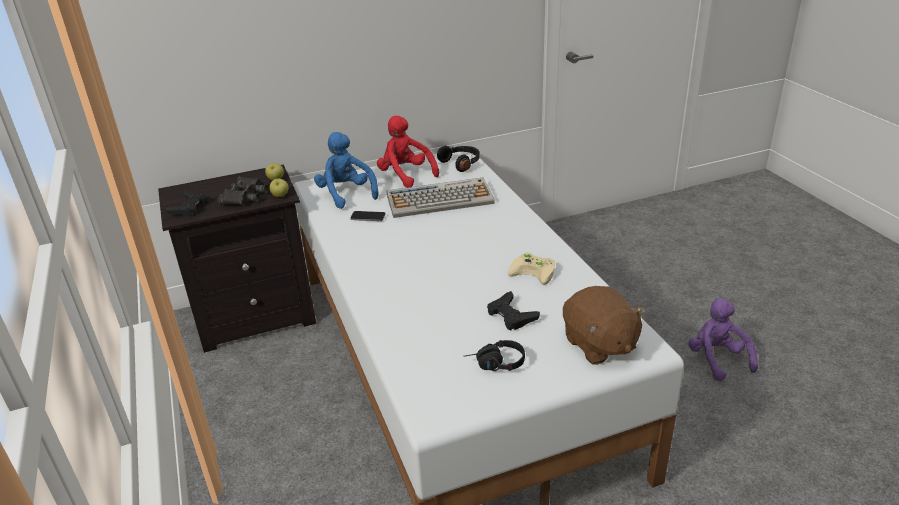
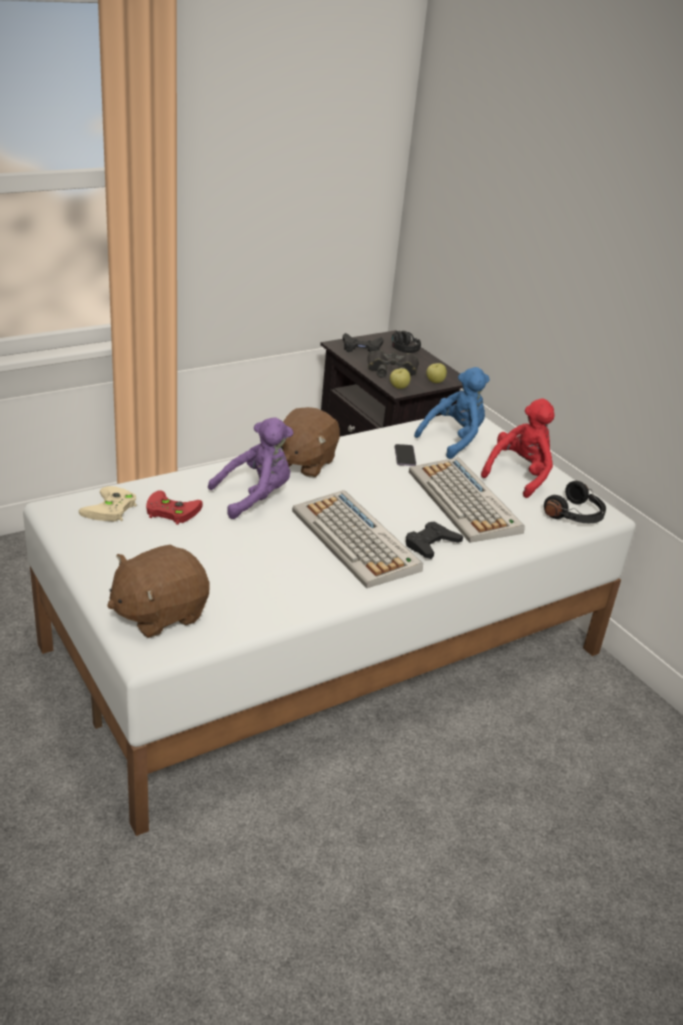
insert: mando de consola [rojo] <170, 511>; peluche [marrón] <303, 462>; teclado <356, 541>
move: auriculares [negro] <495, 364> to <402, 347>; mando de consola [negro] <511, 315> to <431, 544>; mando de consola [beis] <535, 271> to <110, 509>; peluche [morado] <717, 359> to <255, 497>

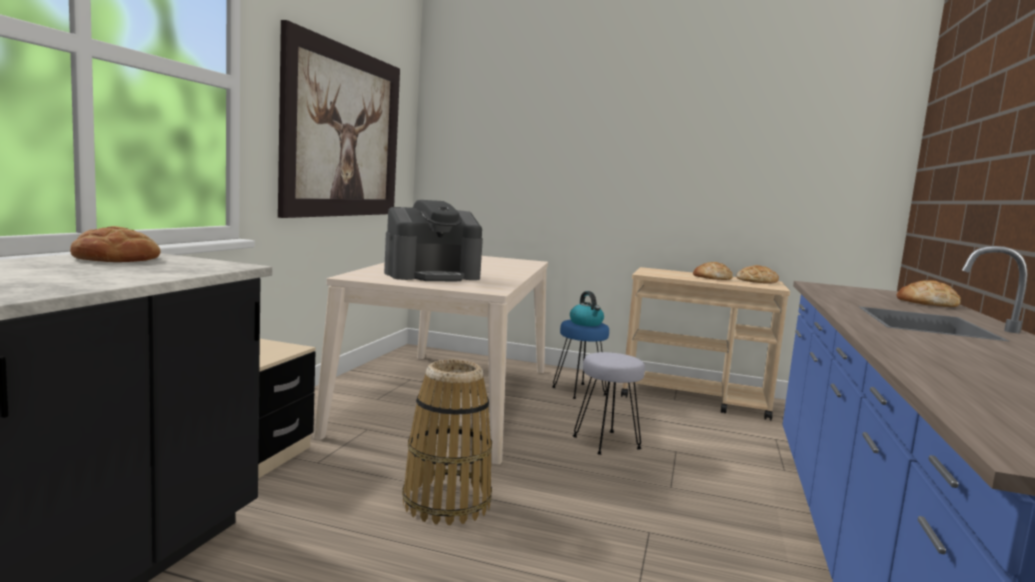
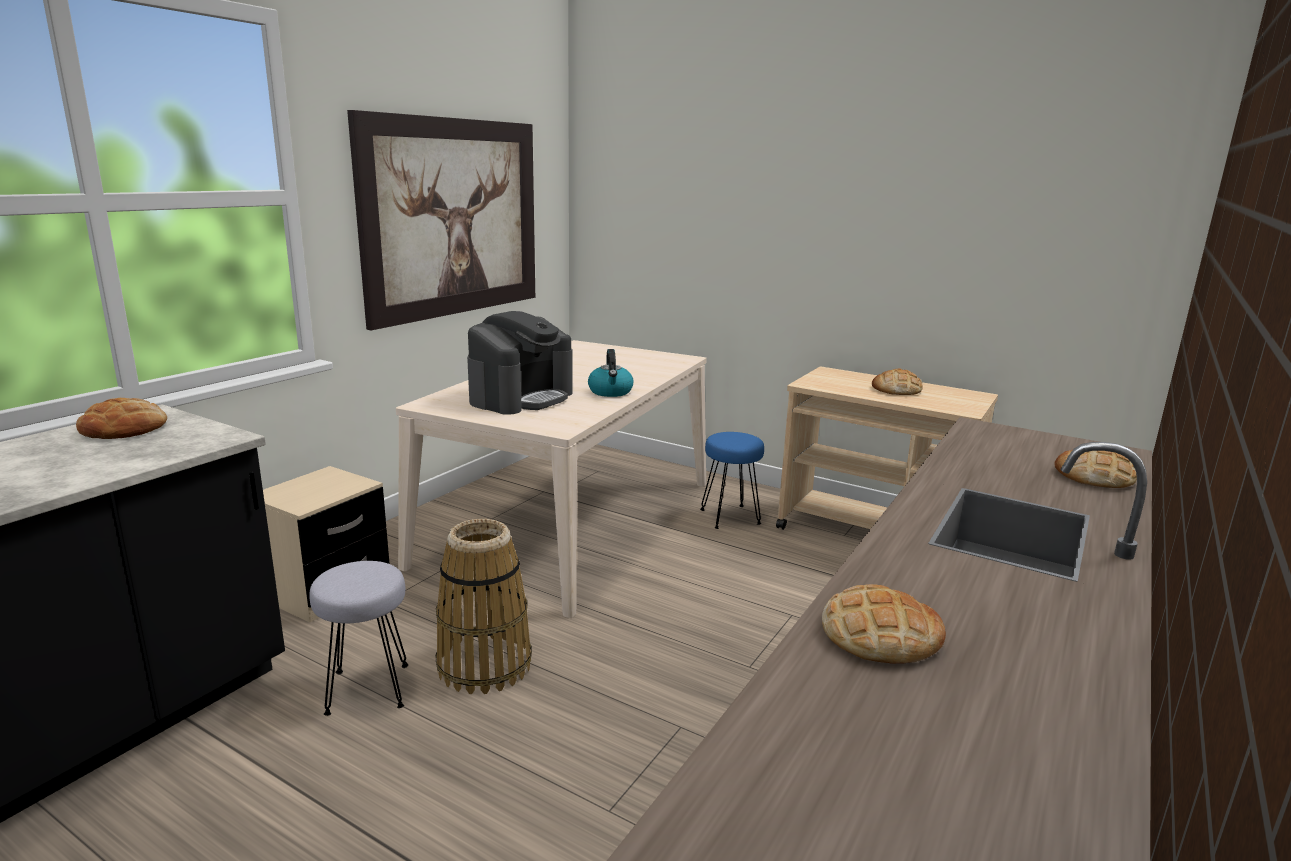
move: hervidor <586, 323> to <611, 392>; taburete [gris] <606, 443> to <368, 690>; pan <756, 281> to <879, 635>
rotate: cafetera <432, 275> = <521, 397> 45 degrees counterclockwise

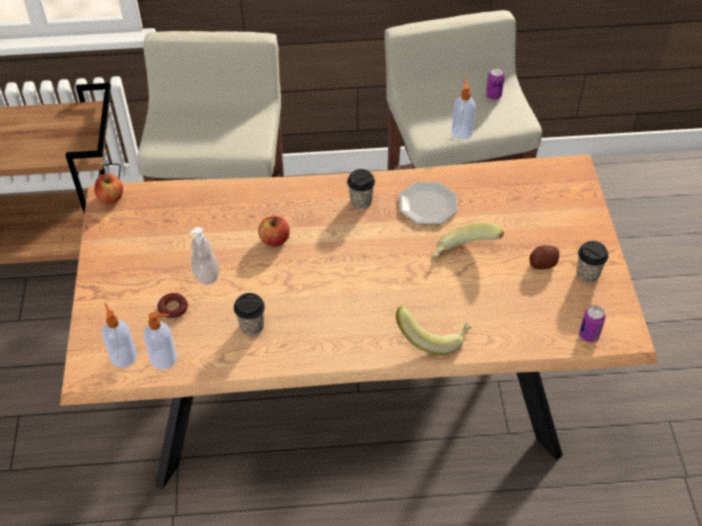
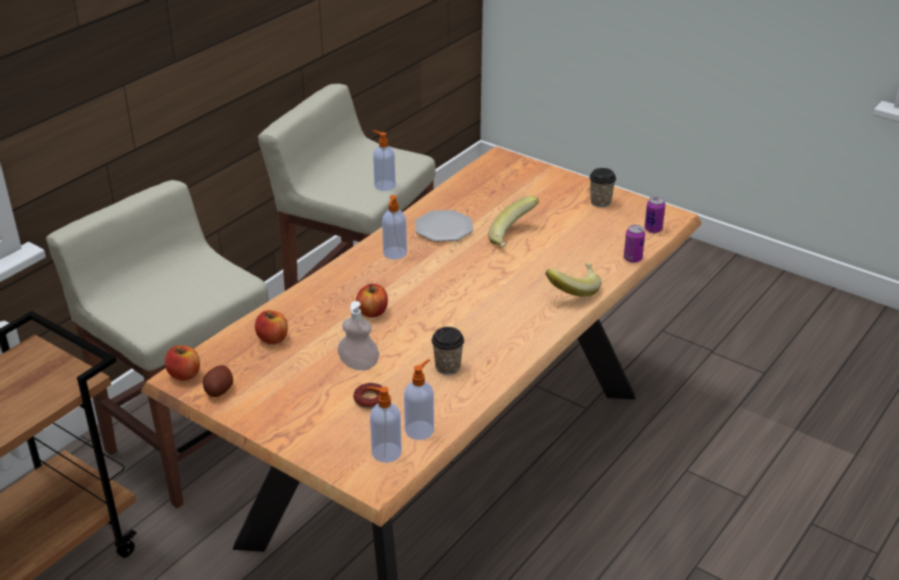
insert: manzana <273, 339>
move: lata <493, 95> to <632, 258>; patata <542, 263> to <218, 390>
replace: taza <361, 201> to dispensador de jabón <394, 254>

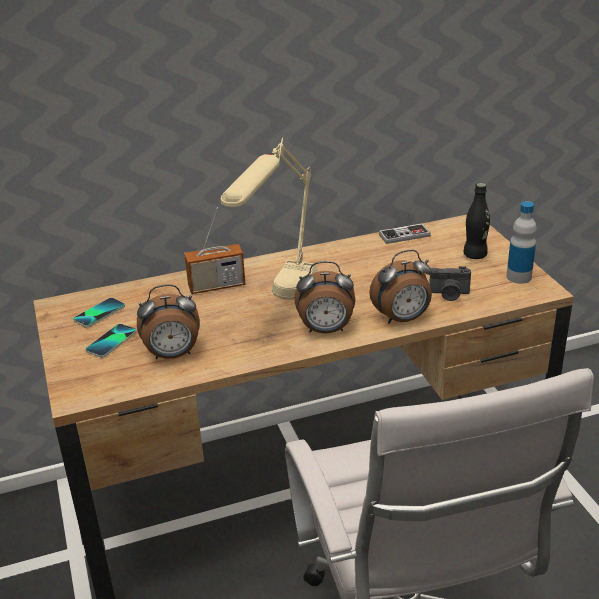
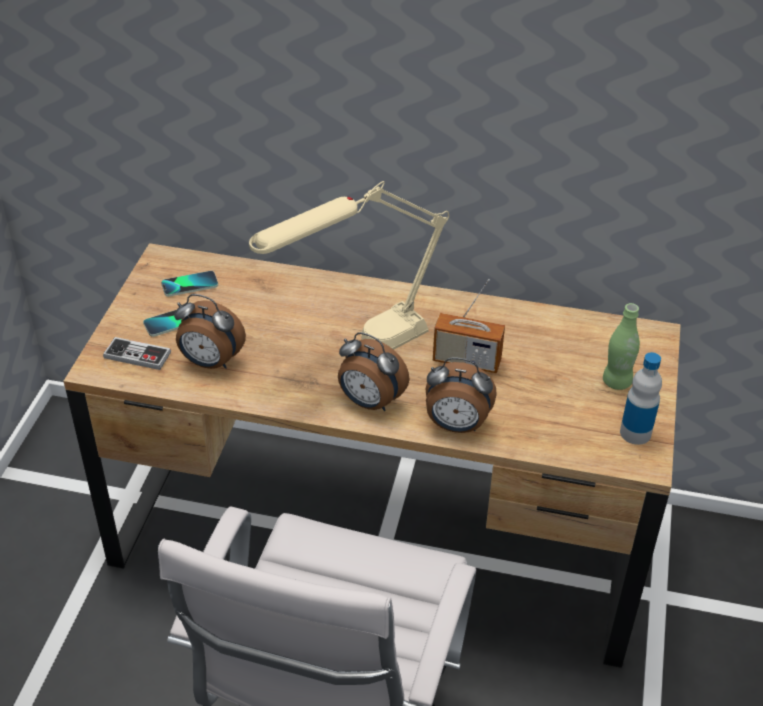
delete: cámara <449, 294>
move: radio <216, 286> to <466, 361>; mando de consola <404, 235> to <137, 355>
recolor: botella [negro] <475, 255> to botella [verde] <616, 382>

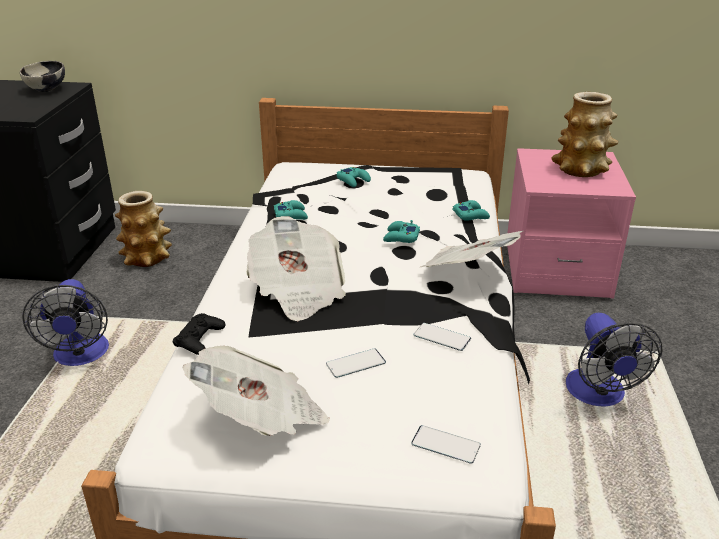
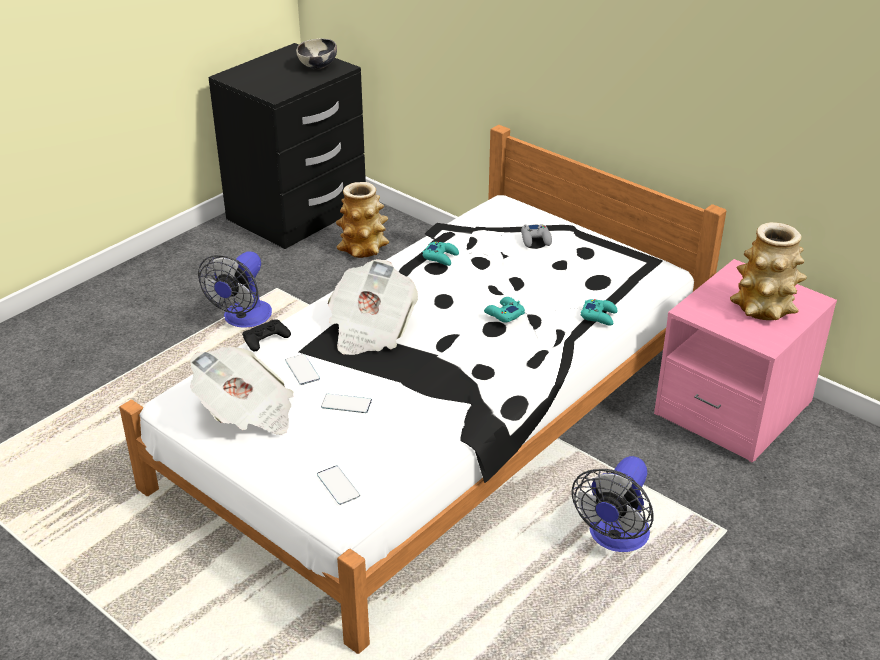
delete: periódico <468, 272>
move: móvil <442, 337> to <302, 370>
recolor: mando de consola [turquesa] <353, 180> to mando de consola [gris] <536, 239>

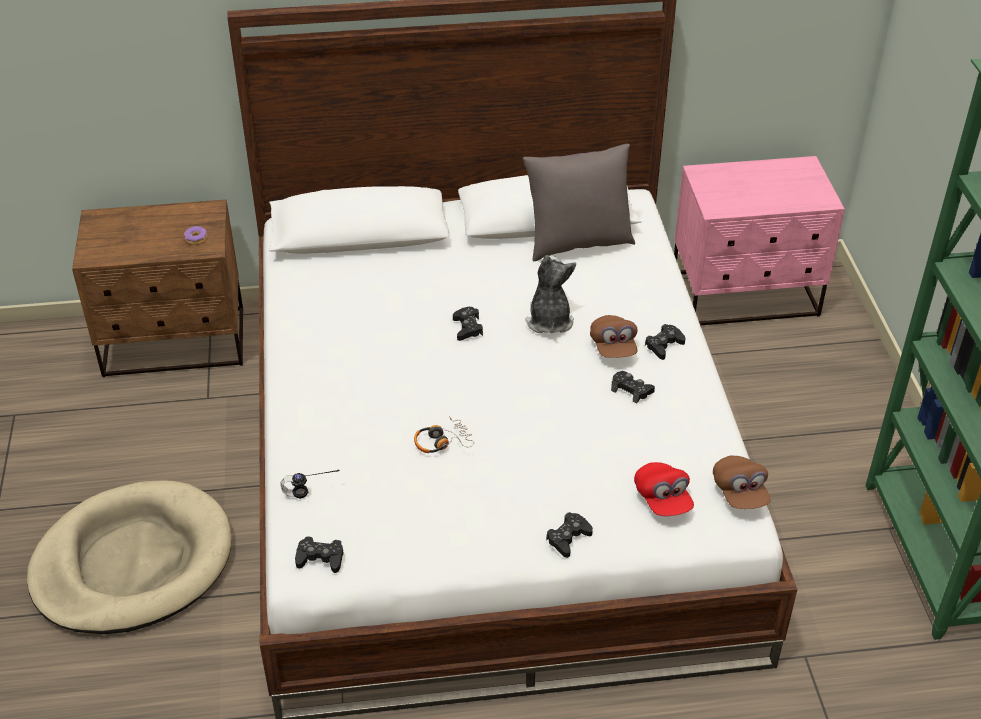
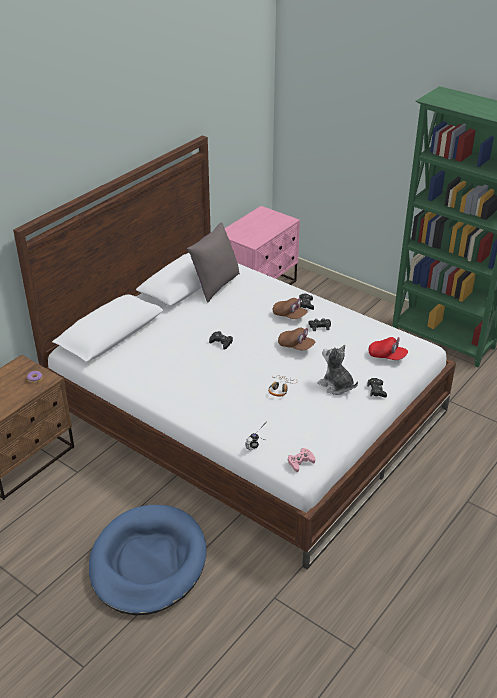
move: peluche <549, 320> to <336, 385>; gorra [marrón] <739, 493> to <296, 346>
recolor: cama para perro [beis] <133, 563> to cama para perro [azul] <148, 563>; mando de consola [negro] <320, 558> to mando de consola [rosa] <300, 462>

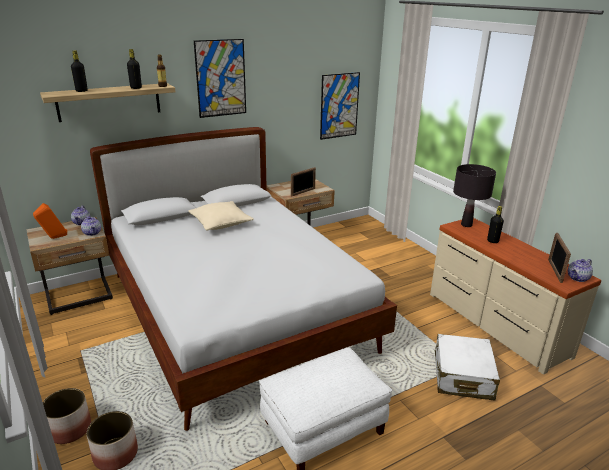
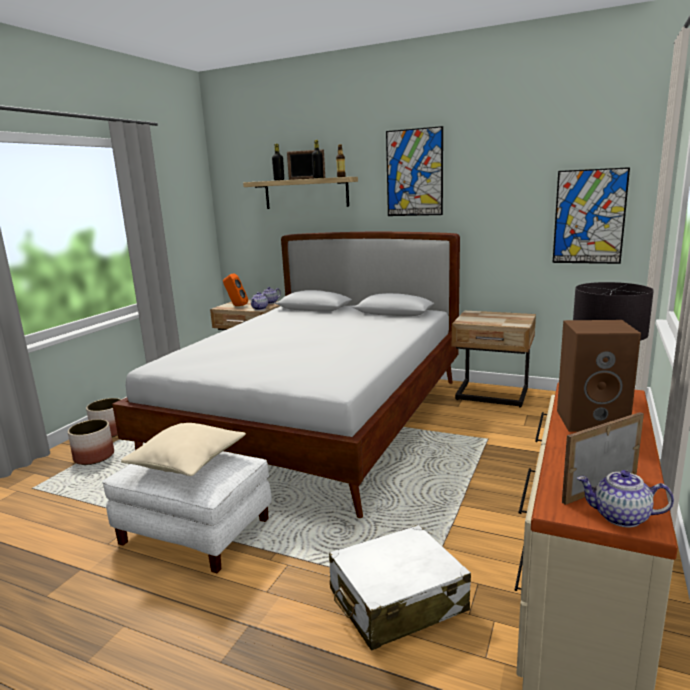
move: cojín [beis] <220, 223> to <187, 461>; portarretratos <303, 192> to <306, 178>
replace: botella [negro] <492, 241> to altavoz [marrón] <592, 420>

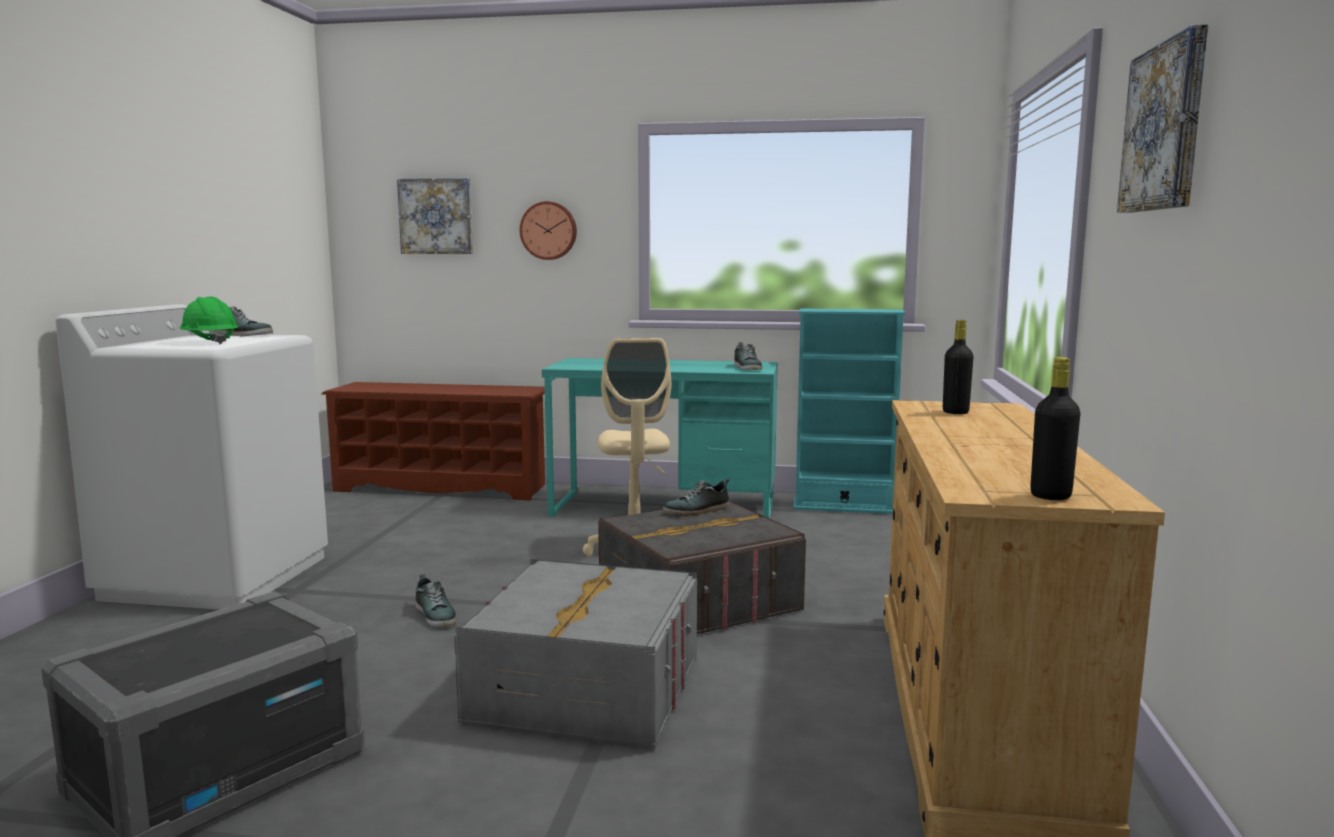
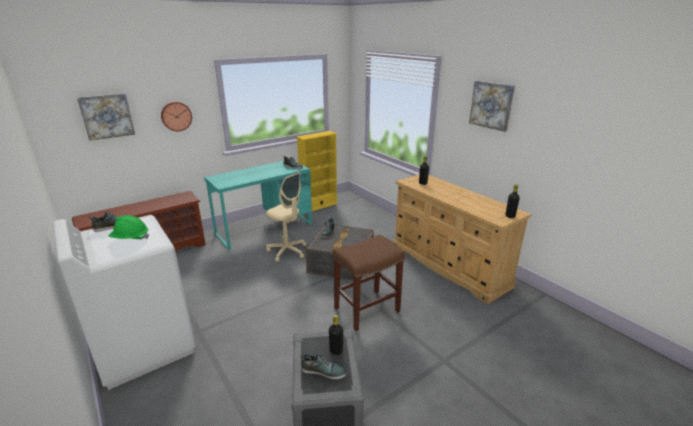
insert: botella [negro] <336, 350>
move: zapato <436, 615> to <323, 371>
replace: caja de almacenaje [gris] <586, 689> to taburete [marrón] <367, 309>
recolor: estantería [turquesa] <843, 507> to estantería [amarillo] <319, 206>

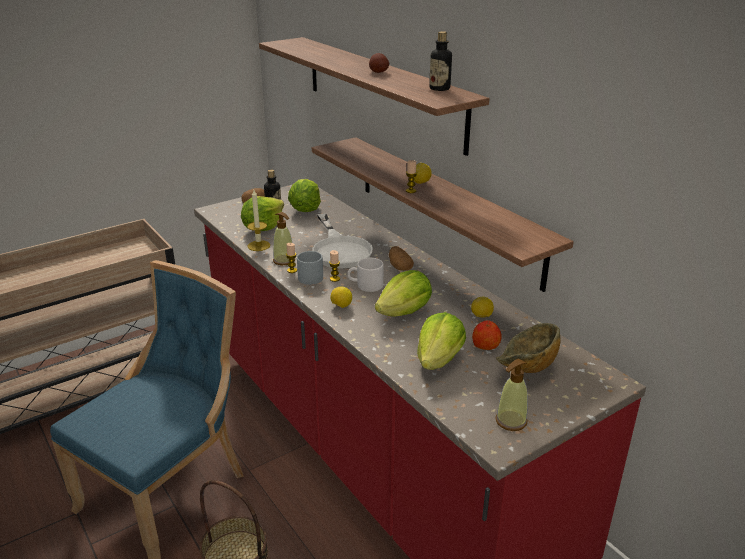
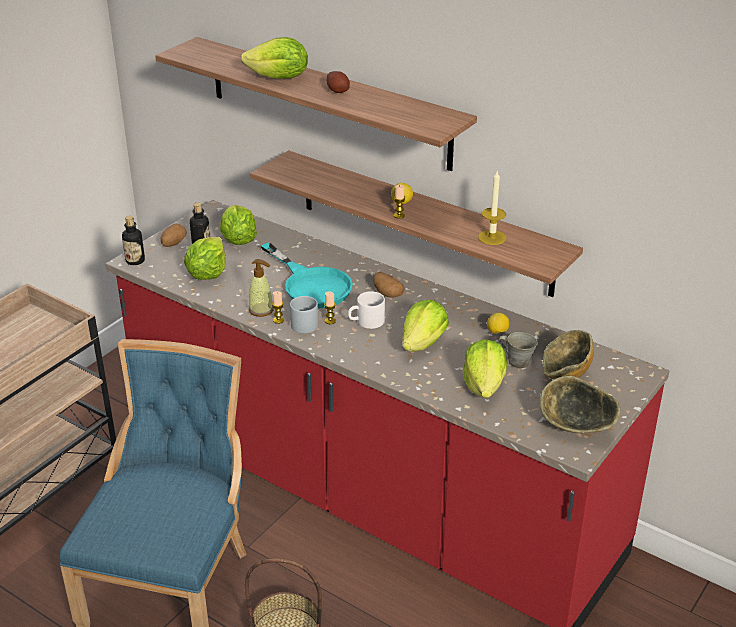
delete: limón <341, 306>
insert: lechuga <279, 78>
move: vela <258, 245> to <492, 237>; botella <439, 88> to <135, 261>
replace: manzana <485, 345> to taza grande [gris] <517, 361>; dispensador de jabón <510, 421> to cuenco <576, 428>
recolor: sartén [blanco] <339, 249> to sartén [turquesa] <311, 284>

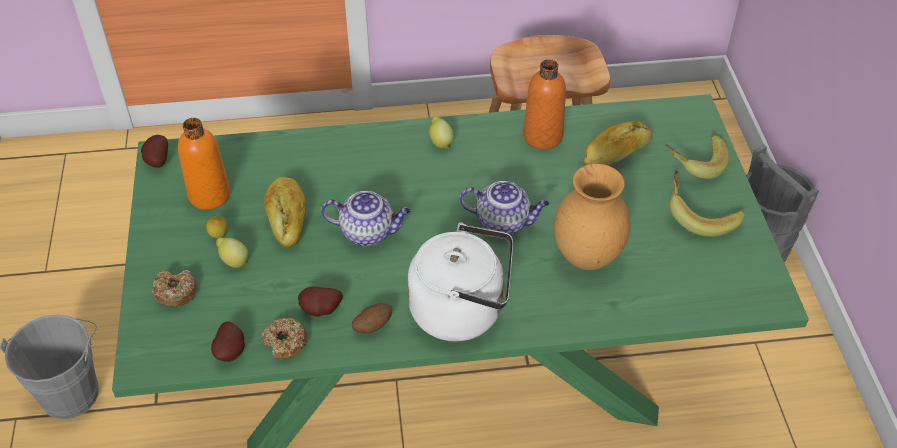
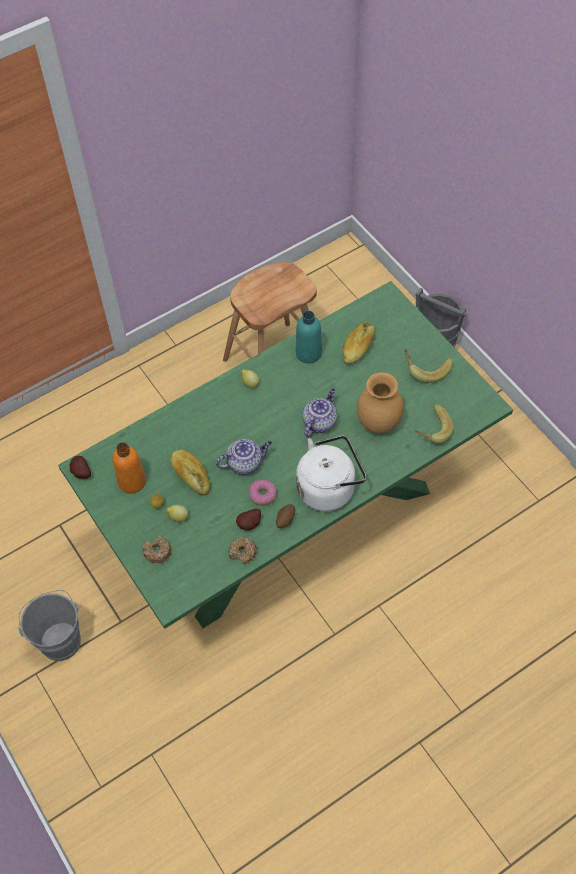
delete: patata <232, 351>
insert: rosquilla <263, 495>
move: plátano <693, 164> to <430, 430>
recolor: botella [naranja] <542, 136> to botella [turquesa] <308, 353>
rotate: tetera <504, 222> = <319, 422> 45 degrees counterclockwise

